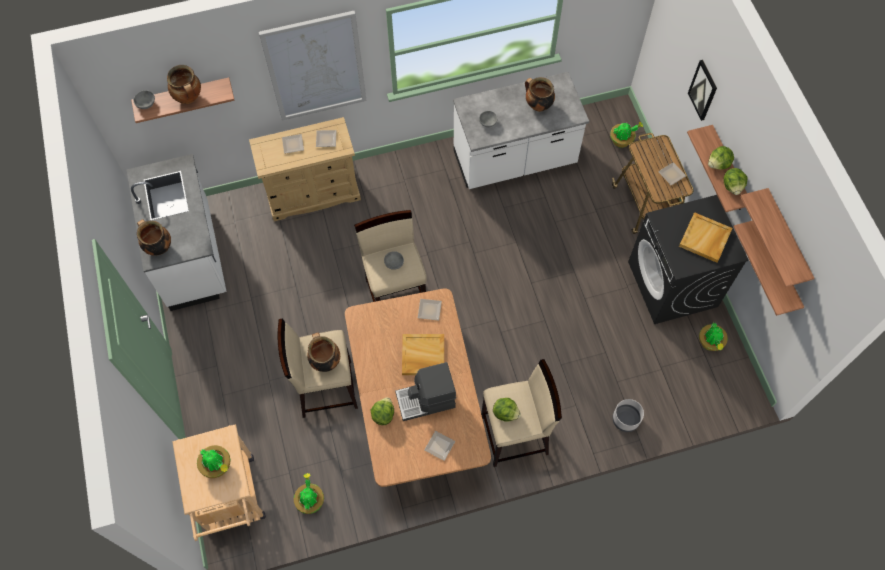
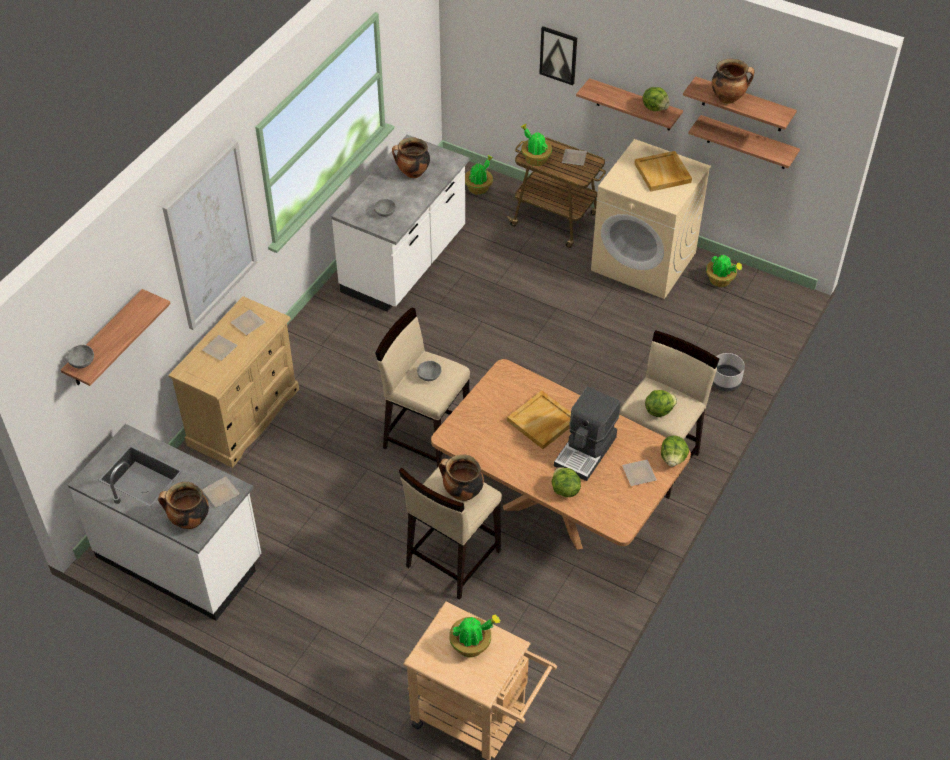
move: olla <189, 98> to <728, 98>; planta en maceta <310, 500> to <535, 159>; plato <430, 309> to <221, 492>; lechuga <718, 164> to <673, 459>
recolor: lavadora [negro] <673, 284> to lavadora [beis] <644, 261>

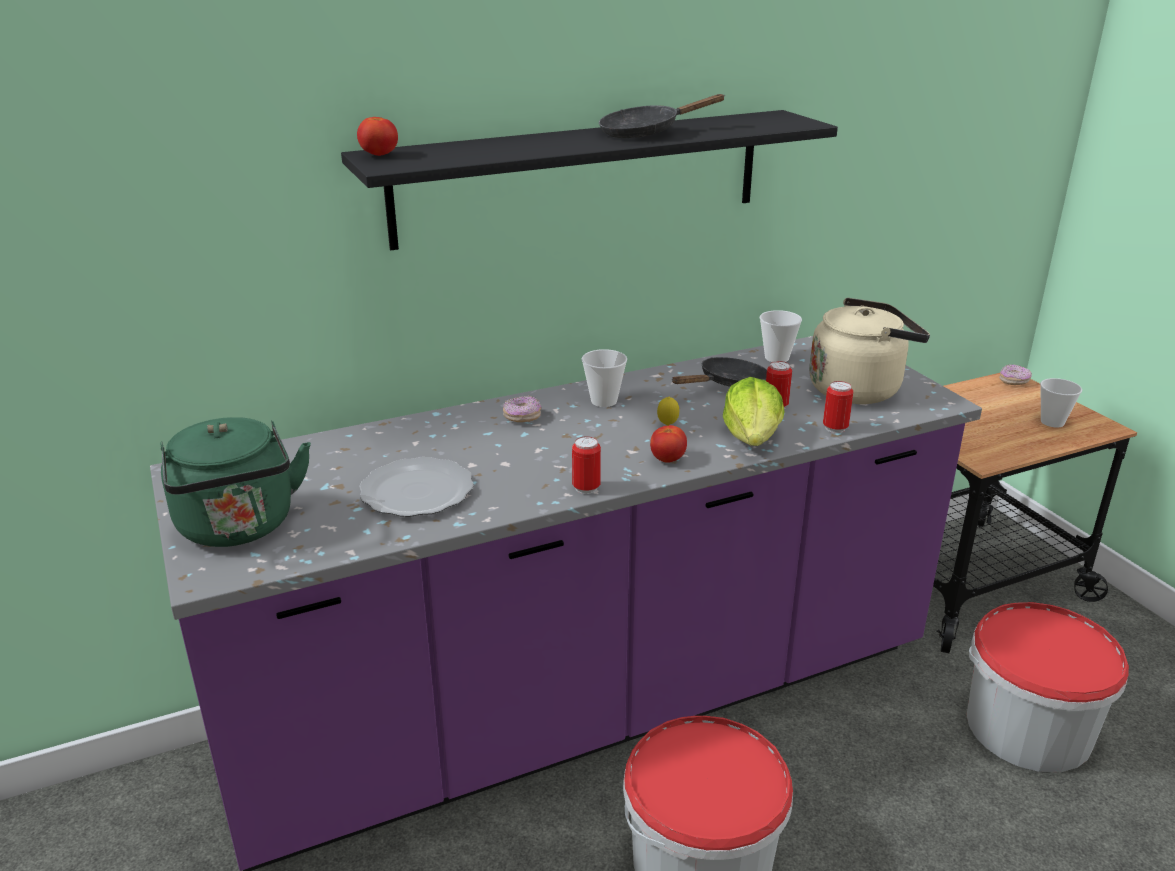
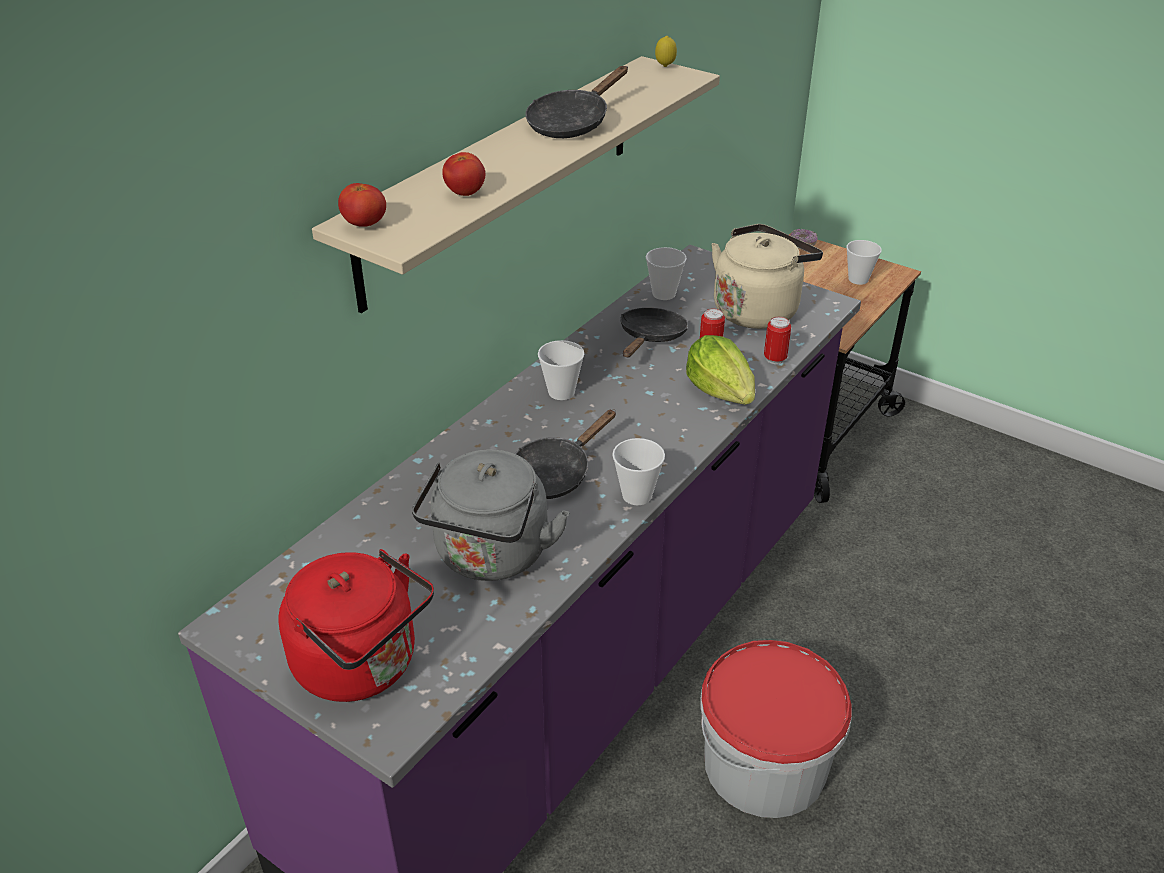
delete: rosquilla <522, 418>; cubo <1029, 727>
insert: sartén [negro] <555, 473>
move: tomate <667, 459> to <465, 193>; limón <667, 425> to <665, 66>
replace: plato <415, 491> to hervidor [gris] <490, 557>; lata <586, 488> to taza <637, 495>
recolor: hervidor [verde] <239, 528> to hervidor [rojo] <363, 666>; estante [negro] <581, 177> to estante [beis] <502, 177>

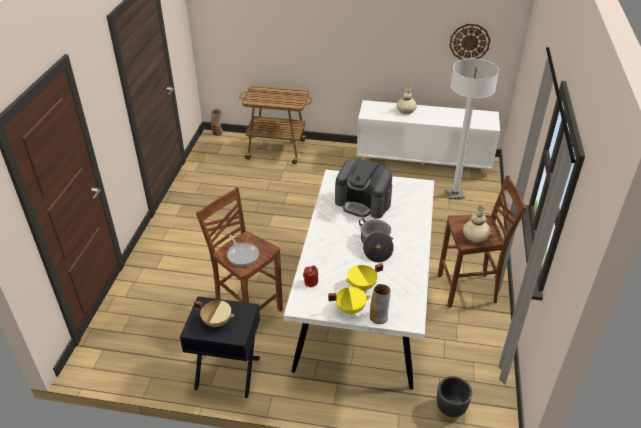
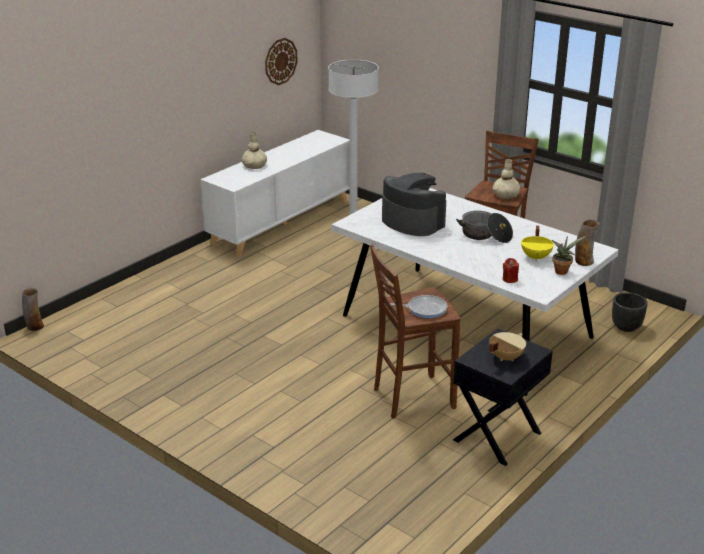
delete: carrito <277, 150>
replace: olla [amarillo] <350, 308> to planta en maceta <562, 271>
rotate: cafetera <363, 203> = <412, 222> 105 degrees counterclockwise

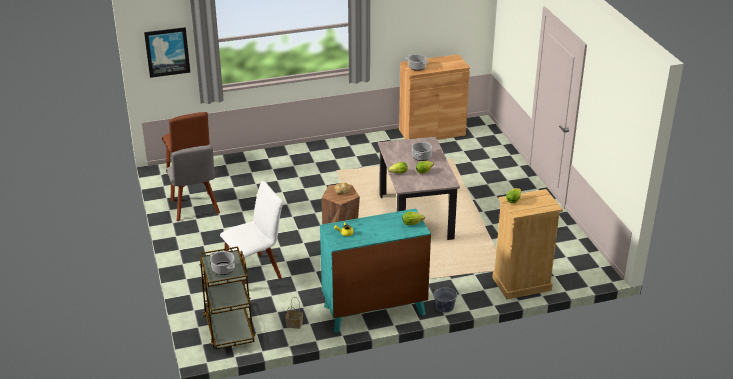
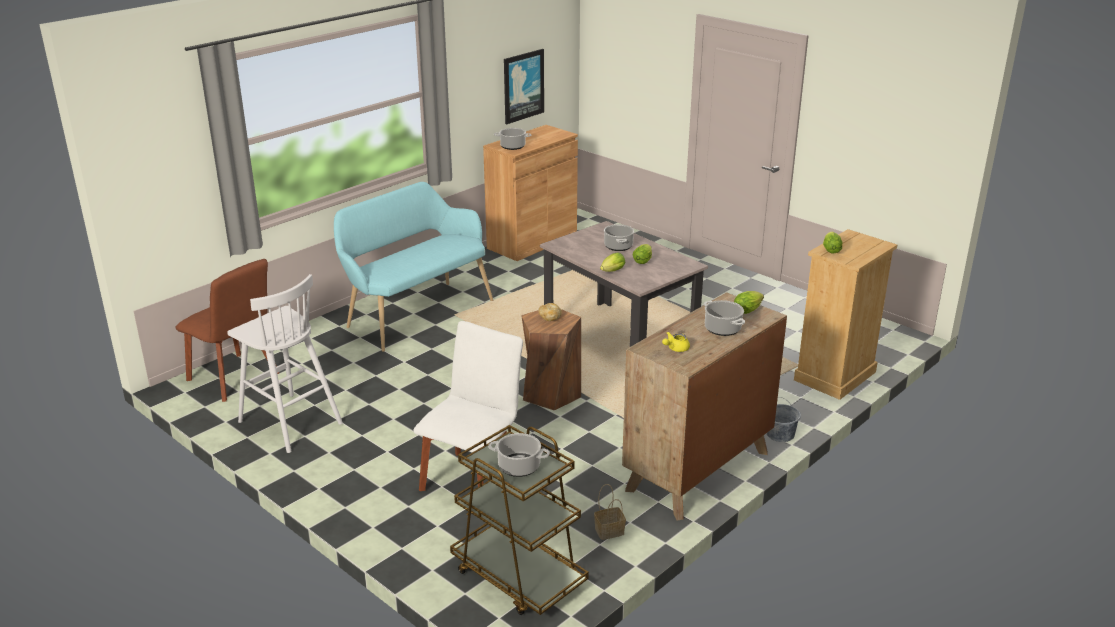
insert: banco [turquesa] <415, 313>; olla <723, 329>
move: cuadro <167, 52> to <523, 86>
replace: silla [gris] <195, 208> to taburete [blanco] <289, 422>
recolor: cómoda [turquesa] <374, 310> to cómoda [marrón] <698, 471>

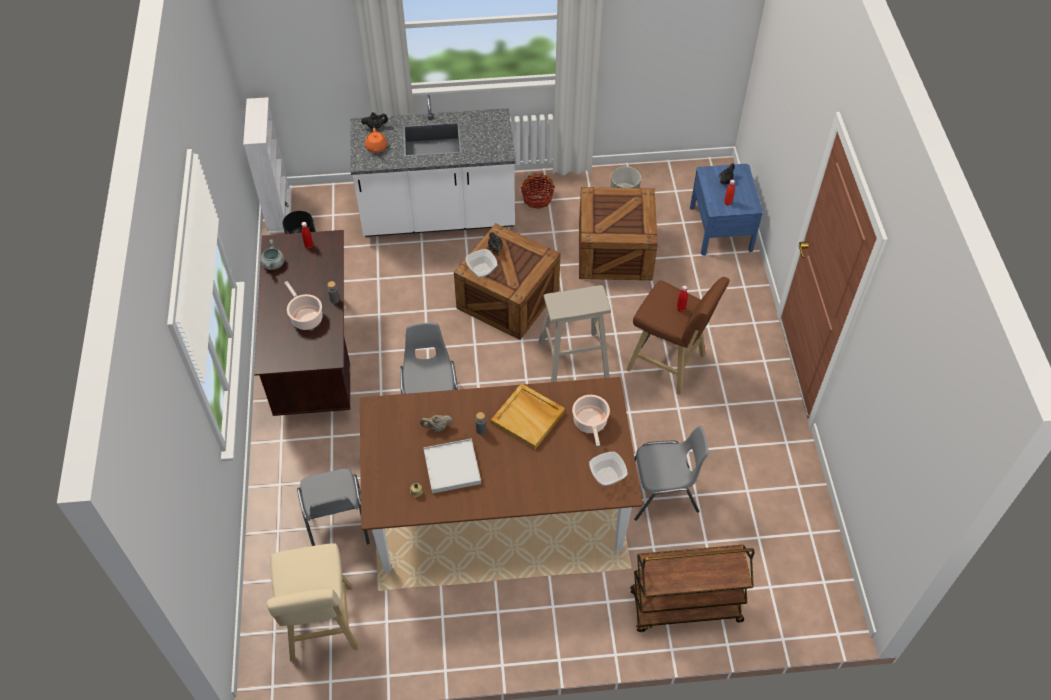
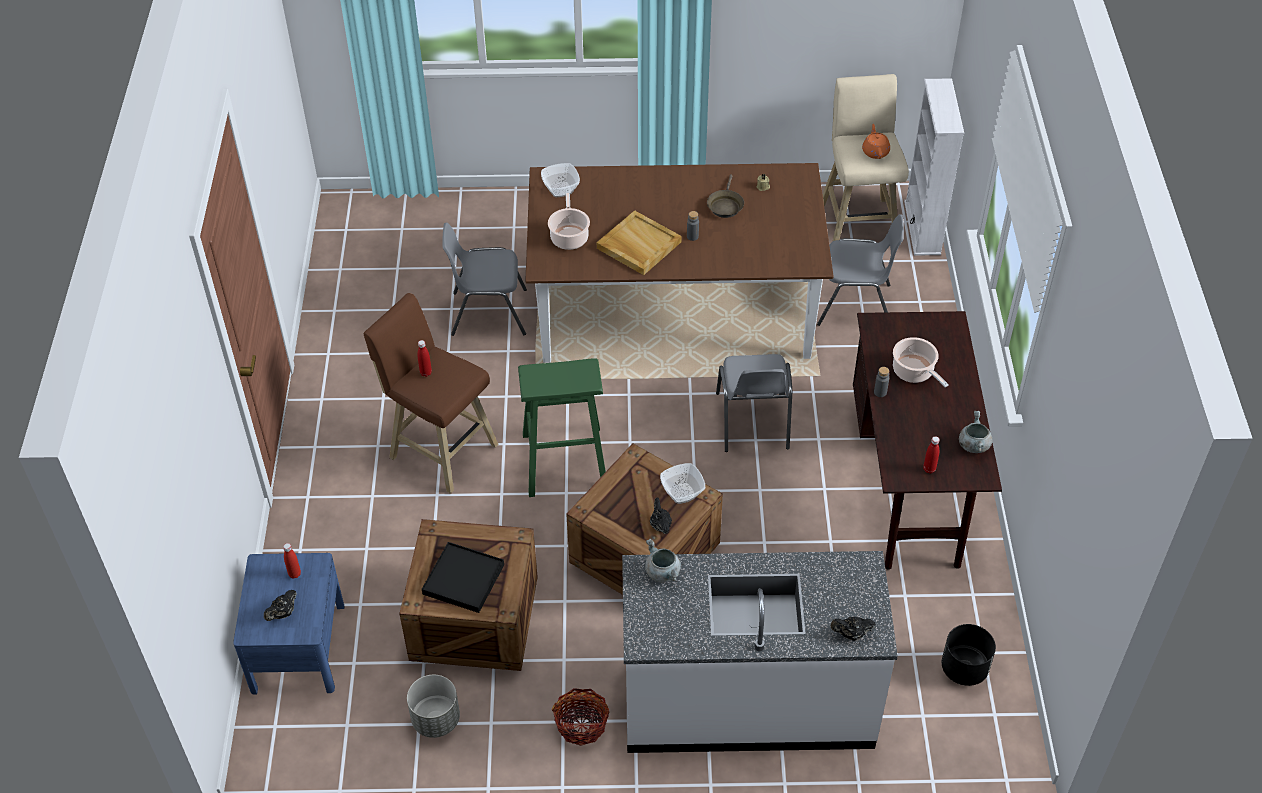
delete: tetera [beis] <437, 427>; carrito [marrón] <684, 607>
insert: bandeja [negro] <463, 580>; olla [gris] <663, 572>
move: estantería [blanco] <279, 210> to <922, 228>; tetera [naranja] <376, 147> to <875, 151>
replace: bandeja [blanco] <452, 467> to sartén [marrón] <725, 205>
recolor: taburete [beis] <573, 361> to taburete [verde] <565, 461>
rotate: silla [gris] <336, 523> = <855, 304> 105 degrees clockwise

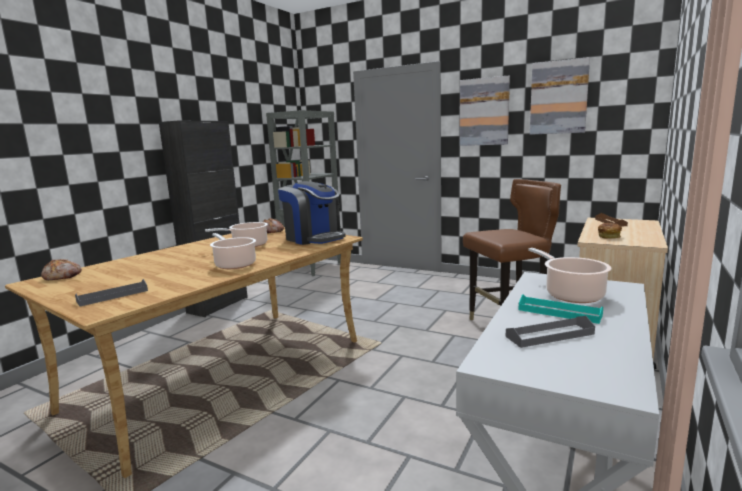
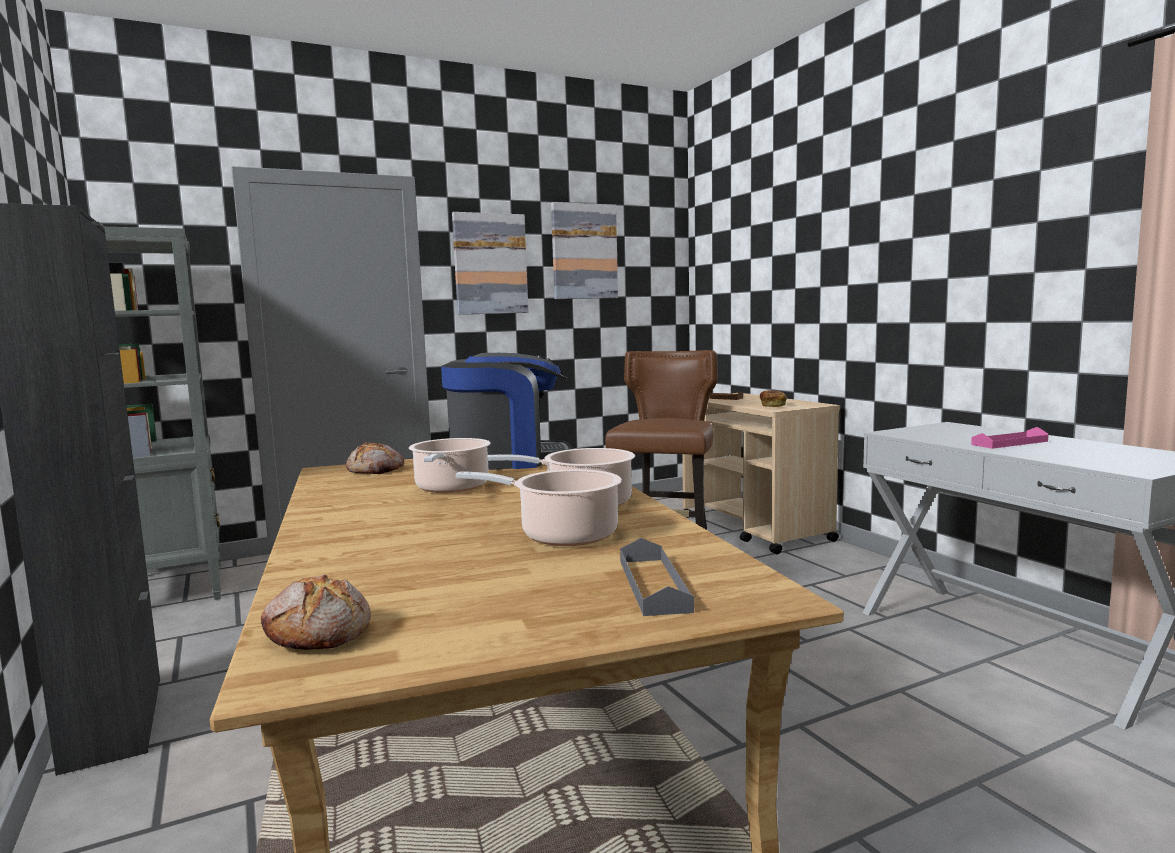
delete: bandeja [gris] <549, 335>
move: olla <571, 294> to <562, 535>
recolor: bandeja [turquesa] <559, 312> to bandeja [rosa] <1009, 443>

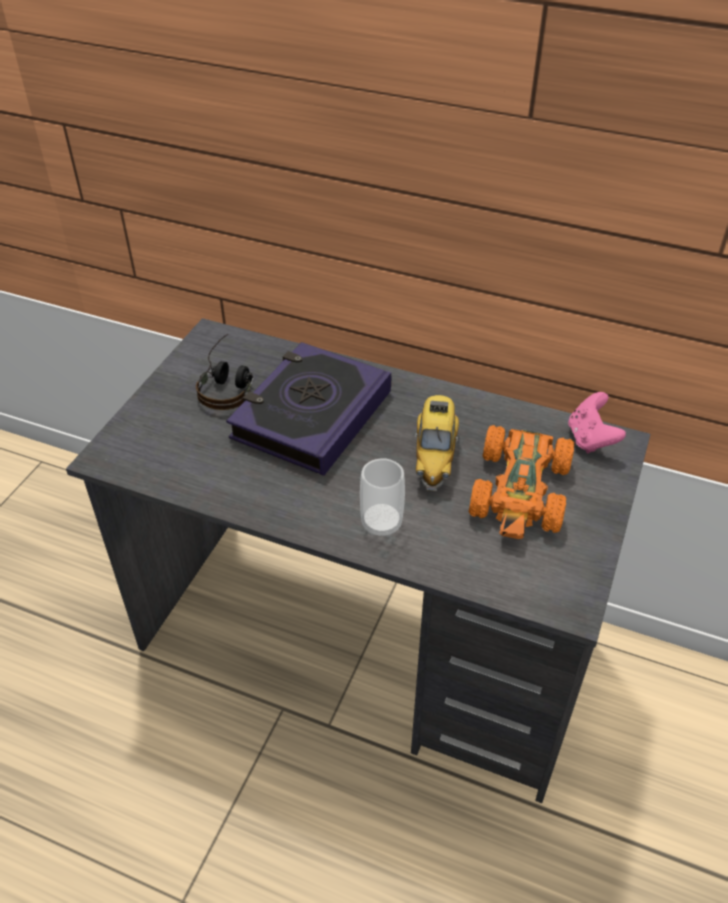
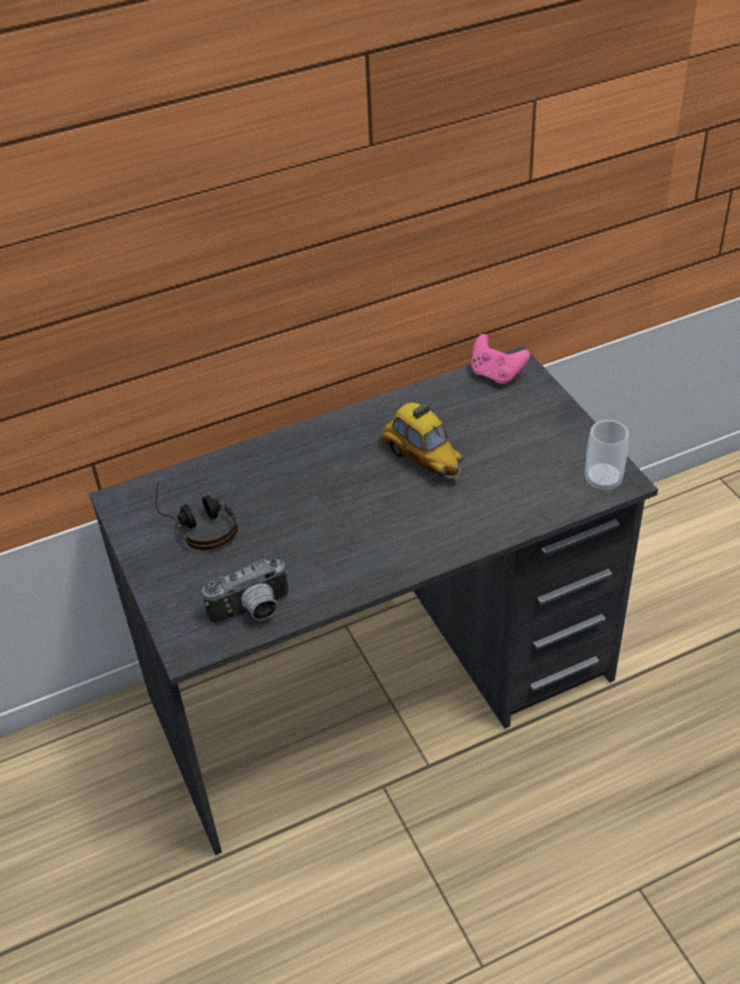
delete: libro <311, 415>; coche de juguete [naranja] <520, 492>
insert: cámara <253, 613>
move: taza <381, 524> to <603, 481>

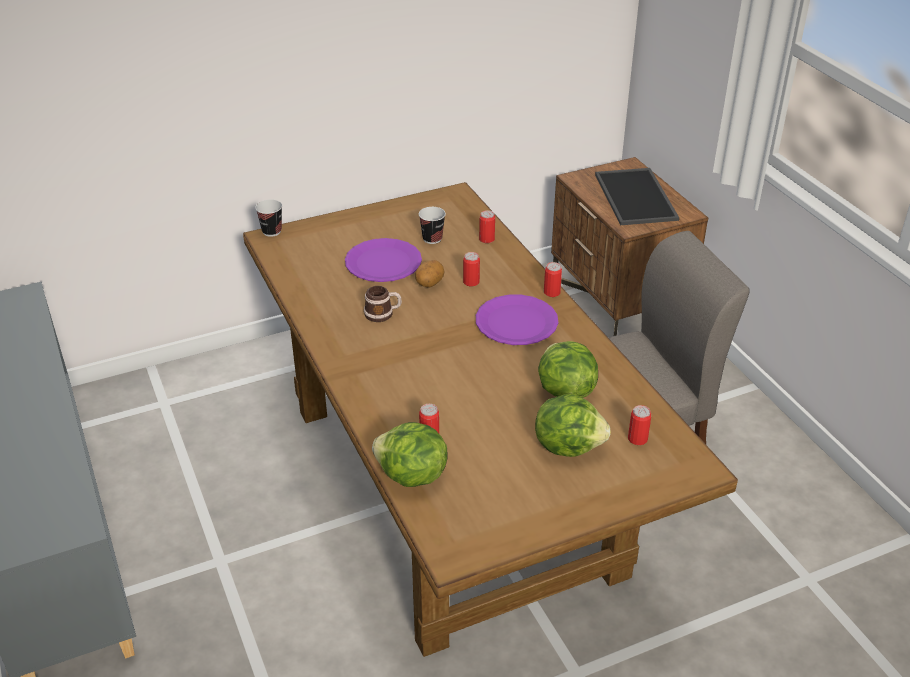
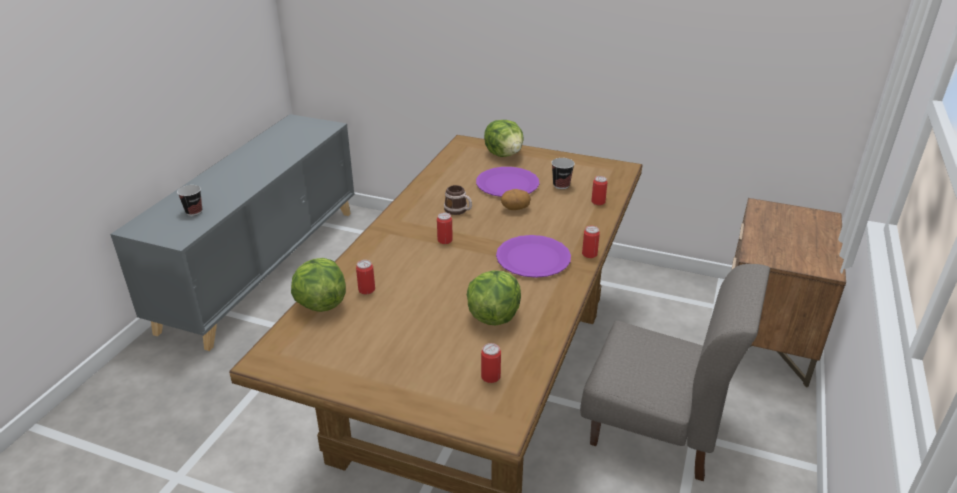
delete: bandeja <637, 197>
move: taza <272, 231> to <194, 211>; lata <471, 282> to <445, 240>; lechuga <568, 445> to <504, 154>

